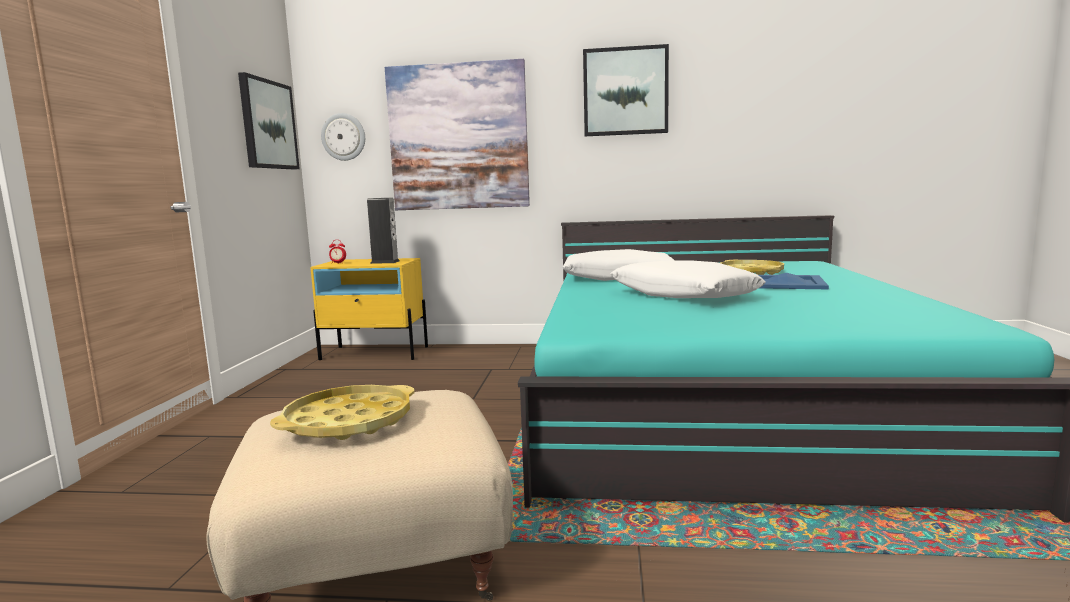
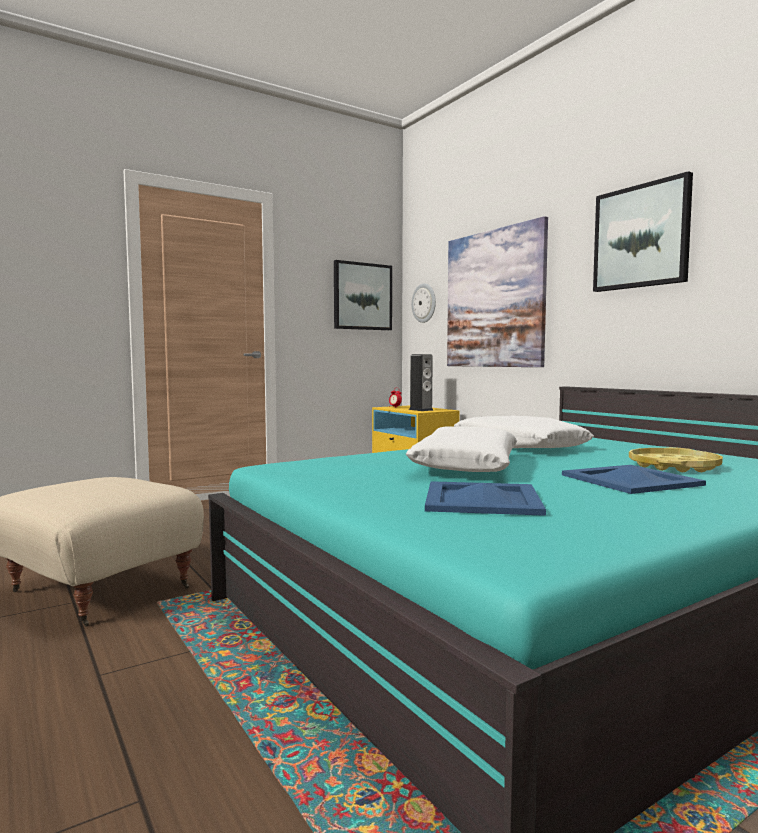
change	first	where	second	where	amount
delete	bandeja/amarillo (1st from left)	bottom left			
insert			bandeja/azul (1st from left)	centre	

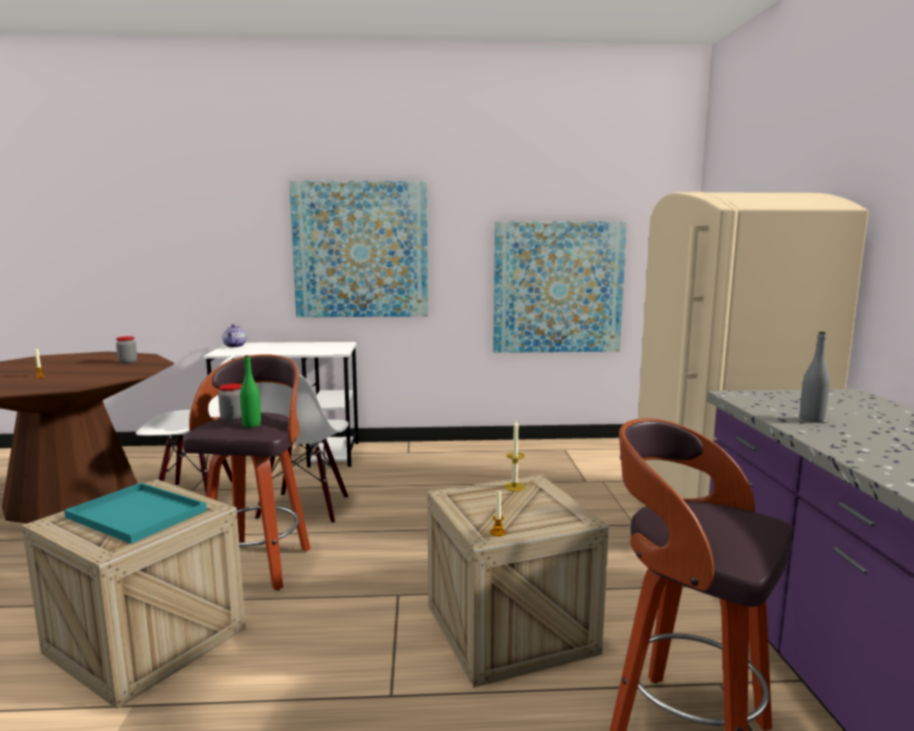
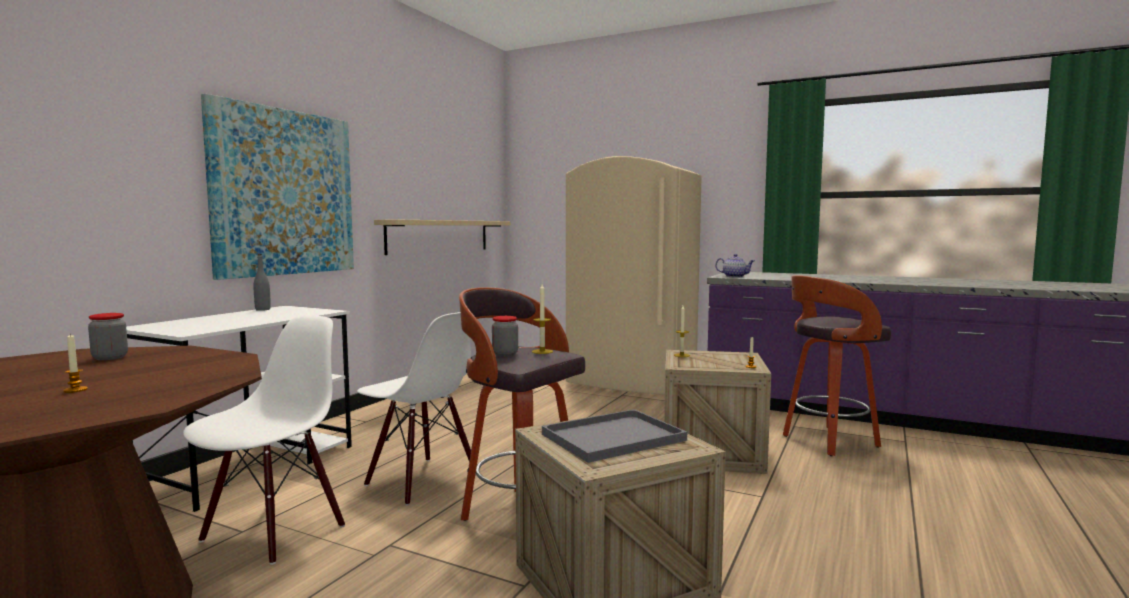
change	first	where	second	where	amount
recolor	bandeja/turquesa	bottom left	bandeja/gris	bottom centre	
move	tetera	middle left		centre	
replace	botella/verde	middle left	vela (2nd from left)	centre	
replace	cuadro (2nd from left)	centre	estante/beis	centre	
move	botella/gris	middle right		middle left	

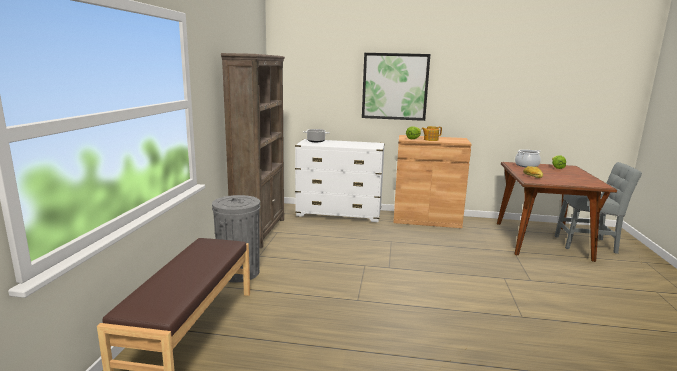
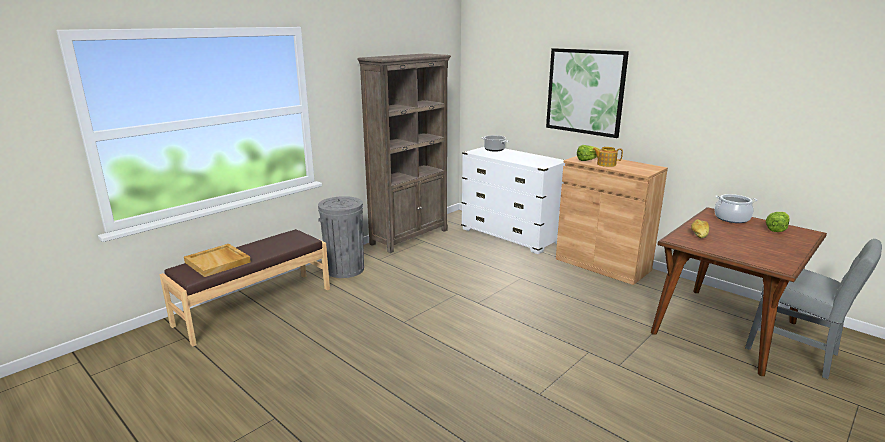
change	first	where	second	where	amount
insert			bandeja/beis	middle left	

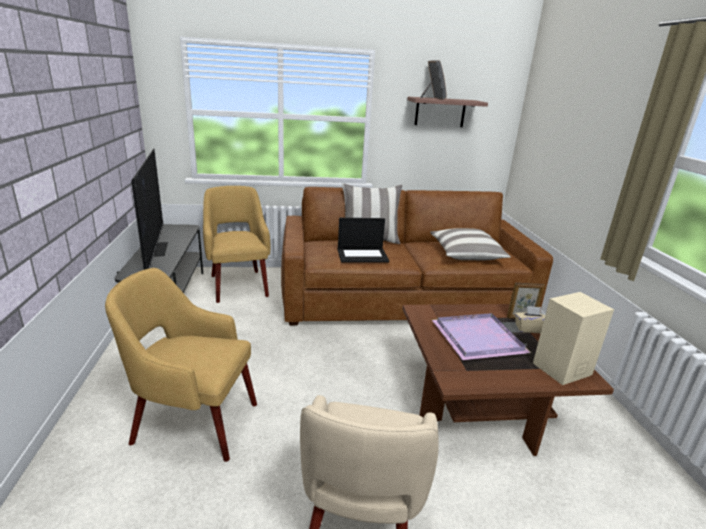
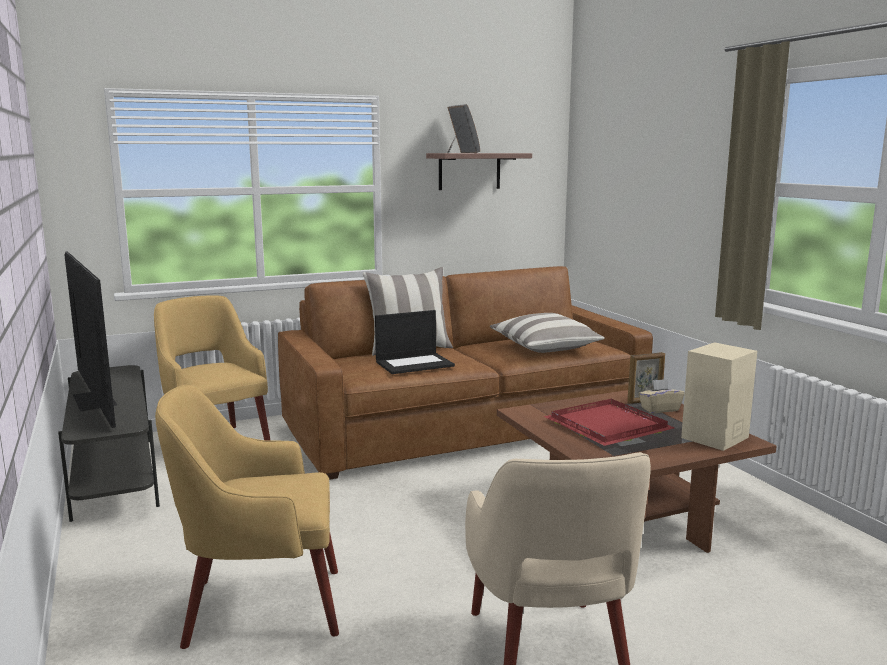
change	first	where	second	where	amount
recolor	bandeja/morado	middle right	bandeja/rojo	middle right	

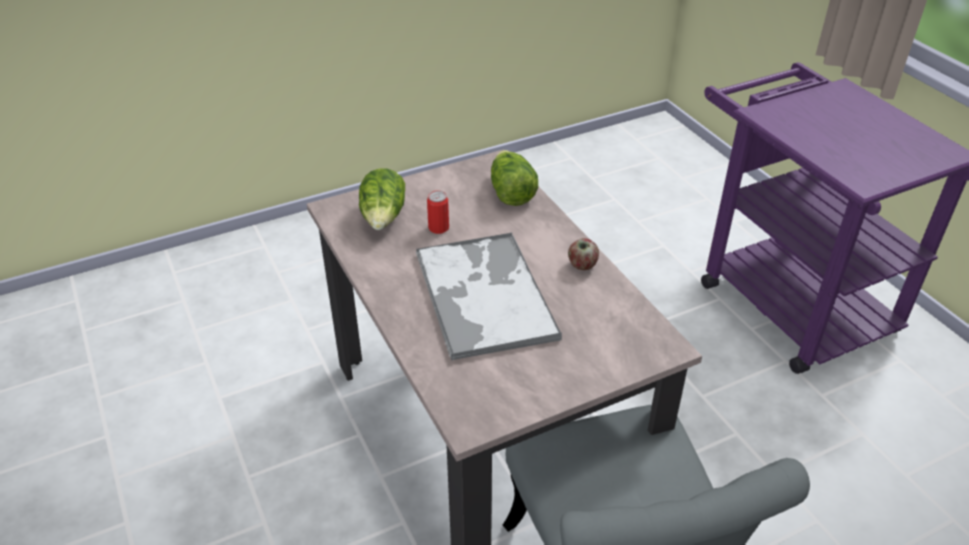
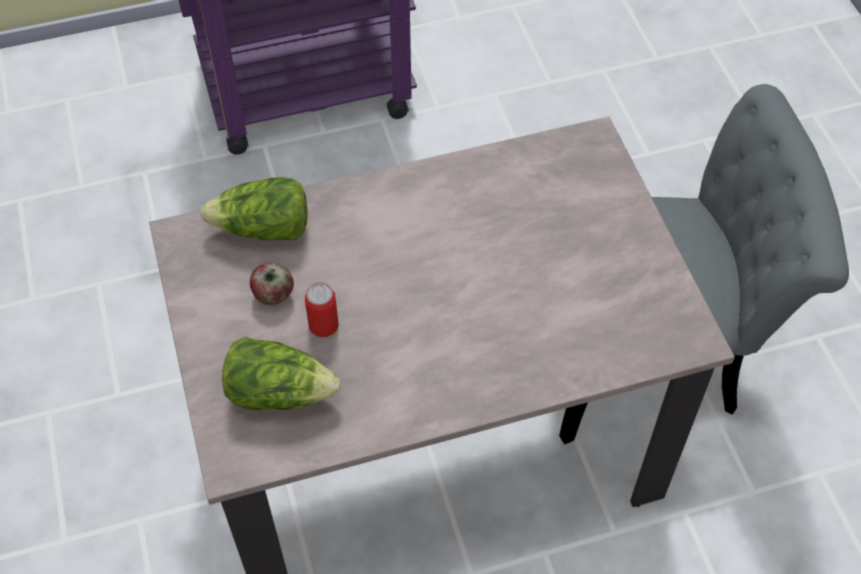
change	first	where	second	where	amount
delete	bandeja	centre			
move	manzana	centre		middle left	

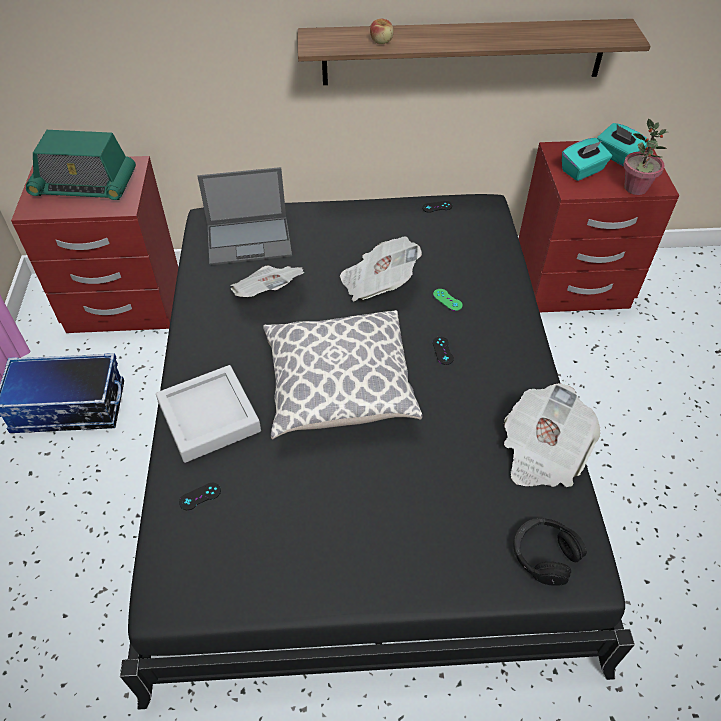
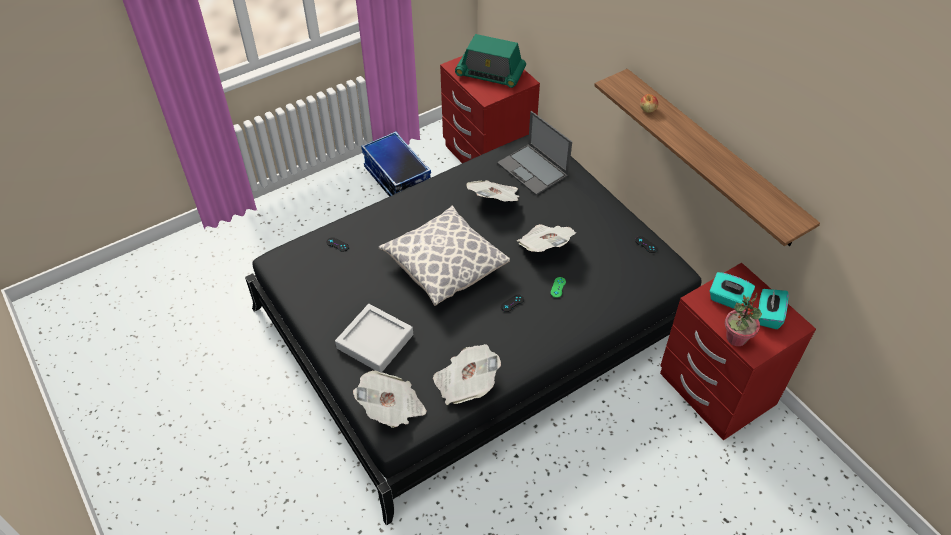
change	first	where	second	where	amount
rotate	radio	top left		top centre	45 degrees counterclockwise
move	bandeja/gris	middle left		centre	
replace	auriculares/negro	bottom right	periódico (1st from left)	bottom centre	

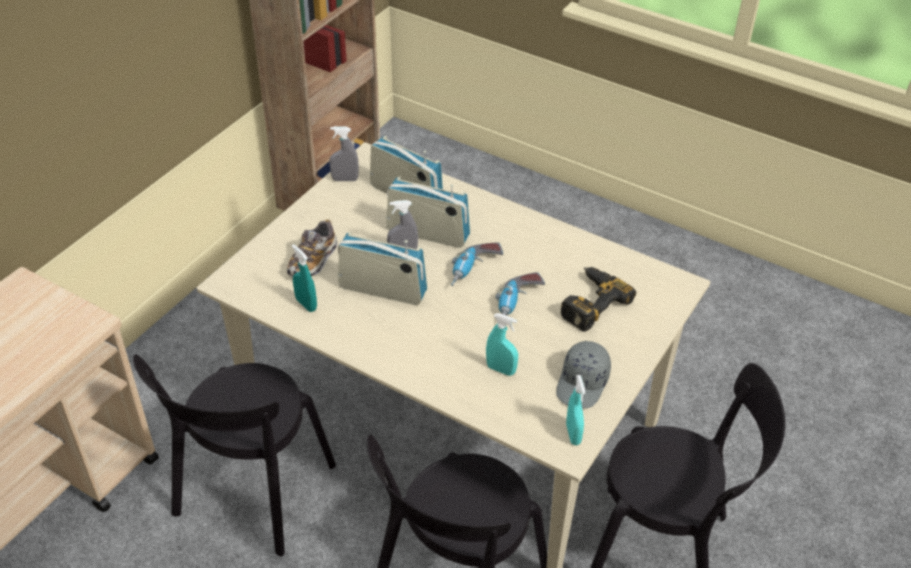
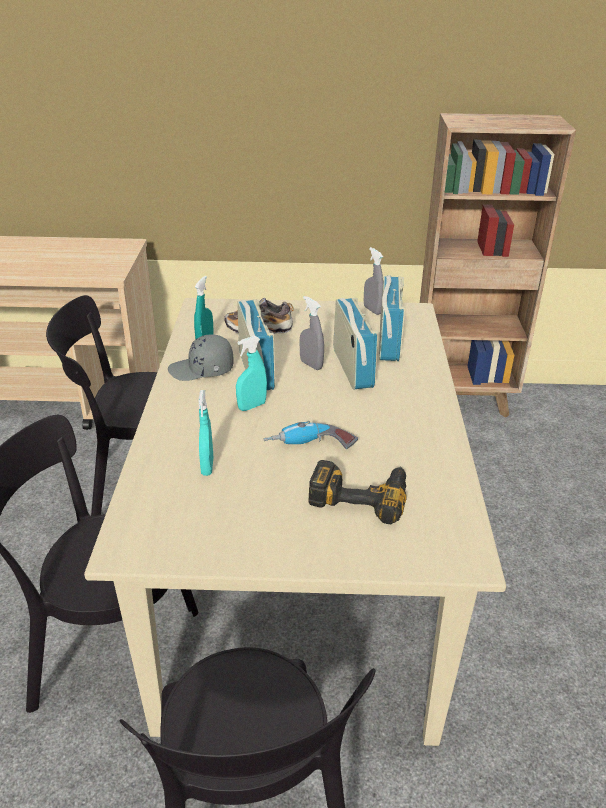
change	first	where	second	where	amount
delete	taladro (1st from left)	centre			
move	gorra/gris	centre		middle left	
move	pulverizador/turquesa (3rd from left)	bottom centre		centre	

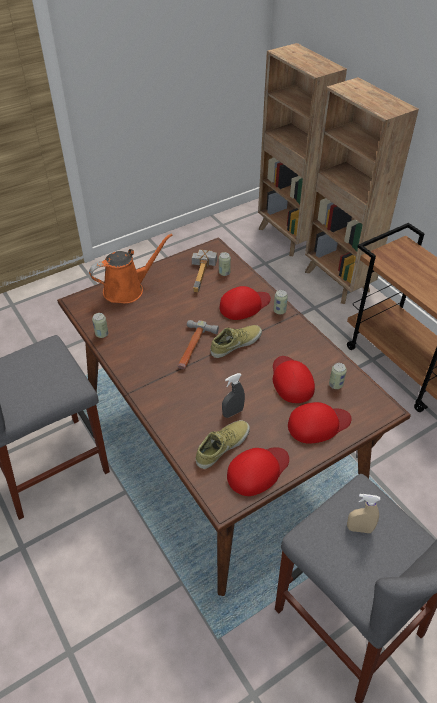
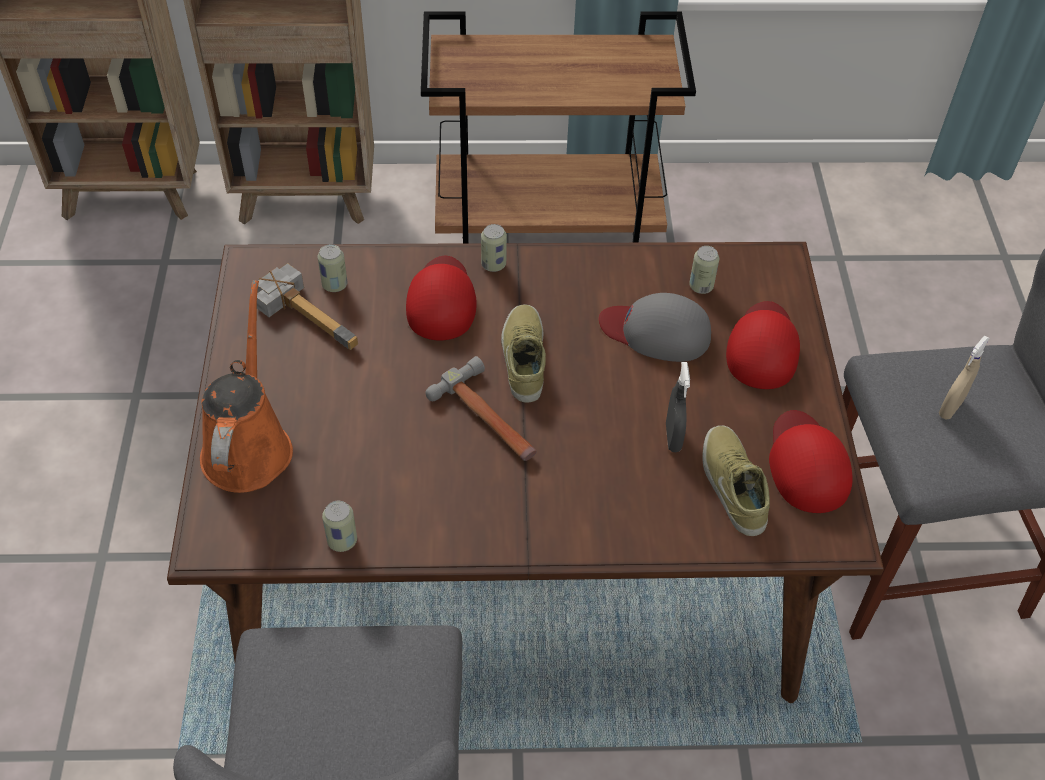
change	first	where	second	where	amount
recolor	gorra/rojo (3rd from left)	middle right	gorra/gris	centre	

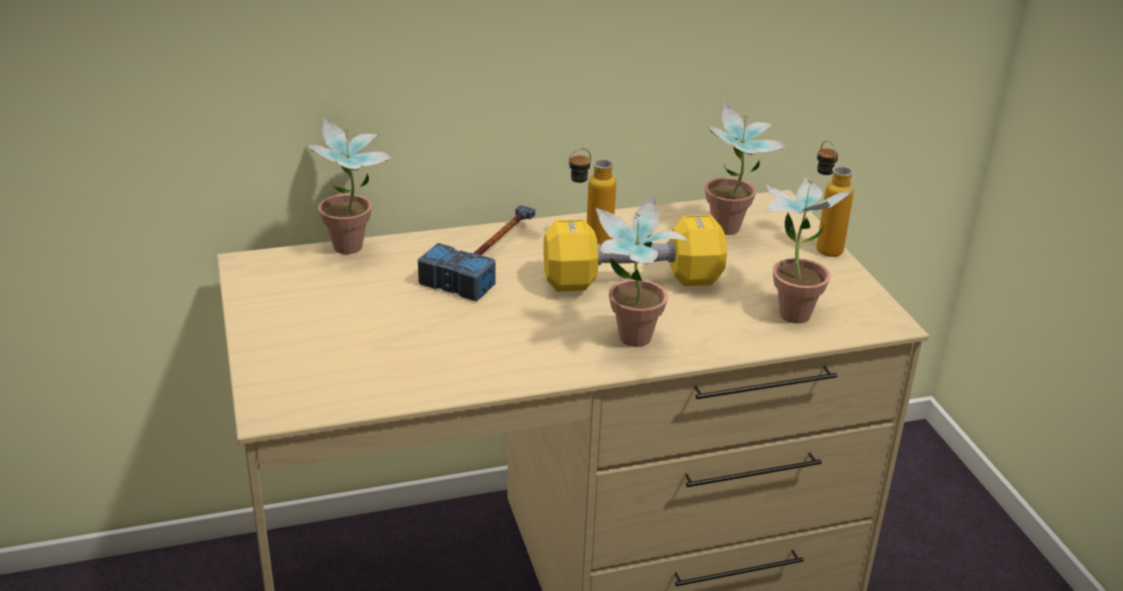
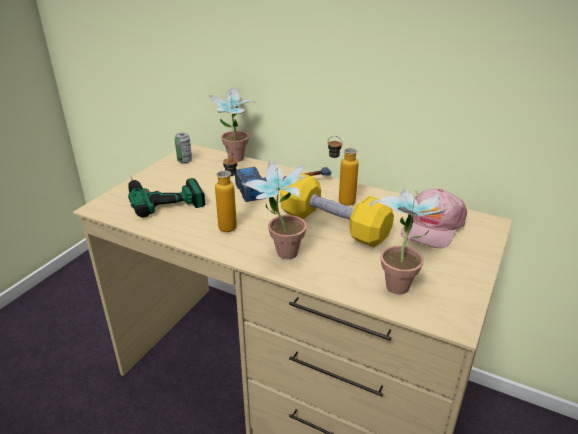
change	first	where	second	where	amount
replace	planta en maceta (3rd from left)	top centre	gorra/rosa	middle right	
move	botella (2nd from left in the first image)	middle right	botella (1st from left)	centre	
insert			taladro	middle left	
insert			lata	middle left	

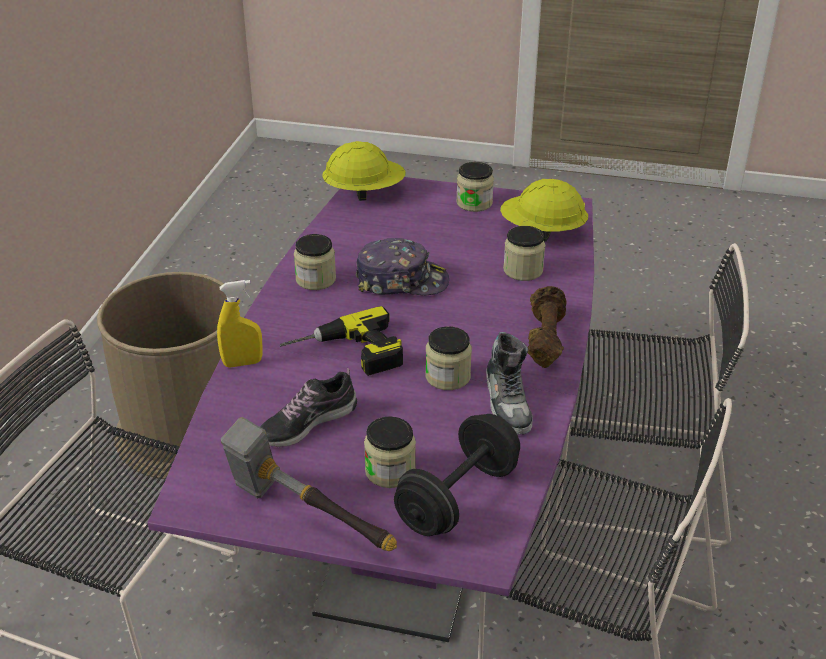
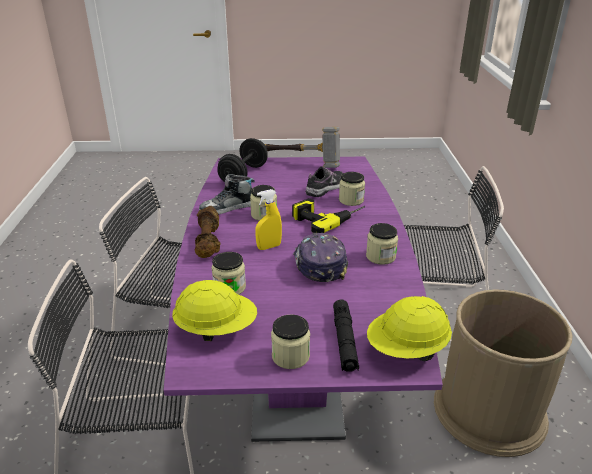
change	first	where	second	where	amount
move	pulverizador/amarillo	middle left		centre	
rotate	gorra	centre		centre	90 degrees clockwise
move	tarro (2nd from left in the first image)	bottom centre	tarro (4th from left)	centre	
rotate	zapato (2nd from left in the first image)	centre	zapato (1st from left)	centre	90 degrees counterclockwise
insert			linterna/negro	bottom centre	

